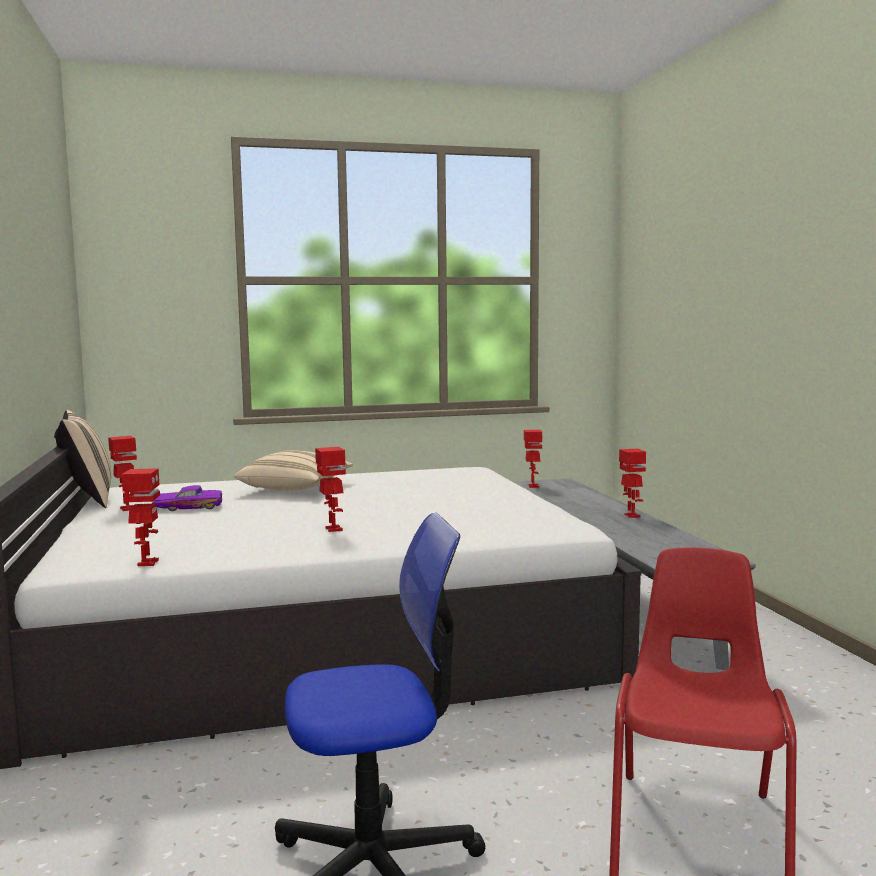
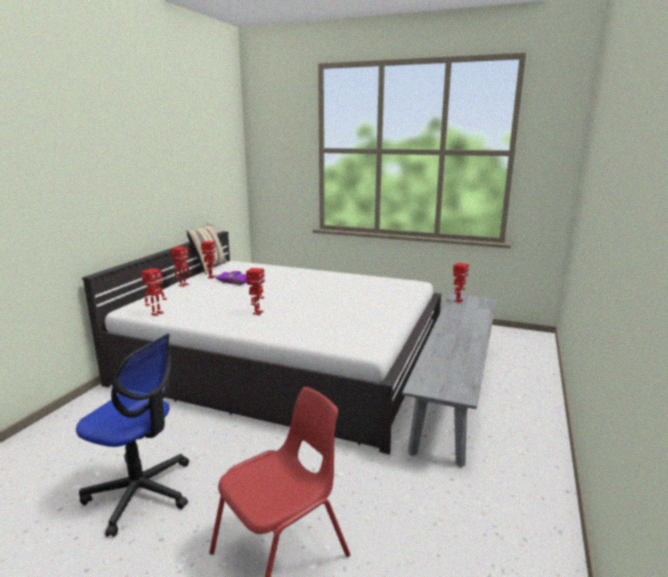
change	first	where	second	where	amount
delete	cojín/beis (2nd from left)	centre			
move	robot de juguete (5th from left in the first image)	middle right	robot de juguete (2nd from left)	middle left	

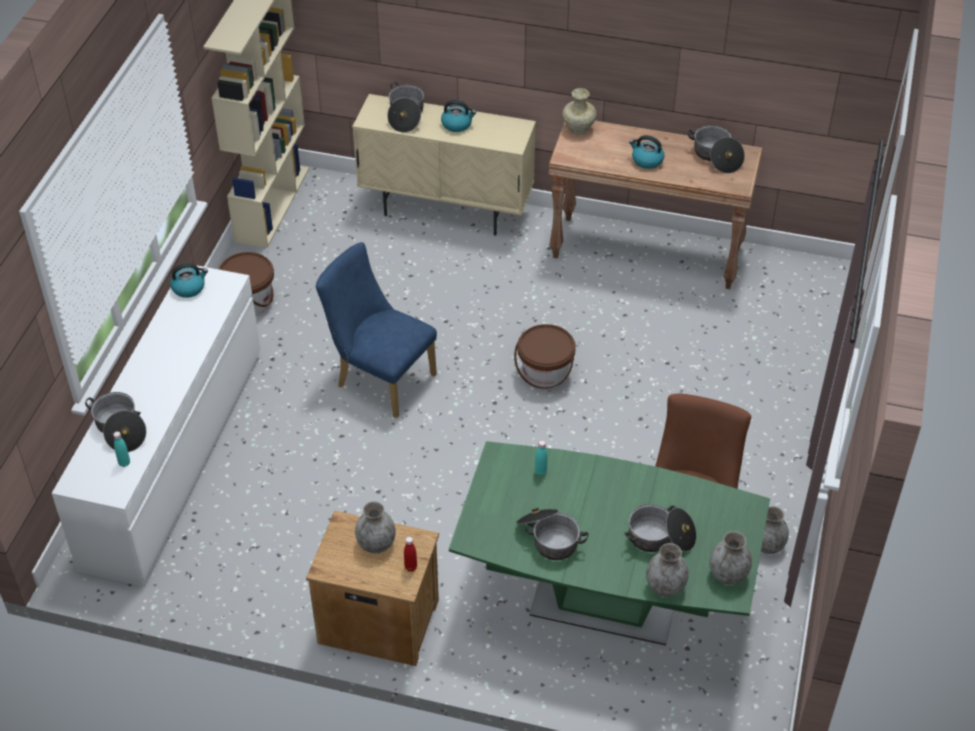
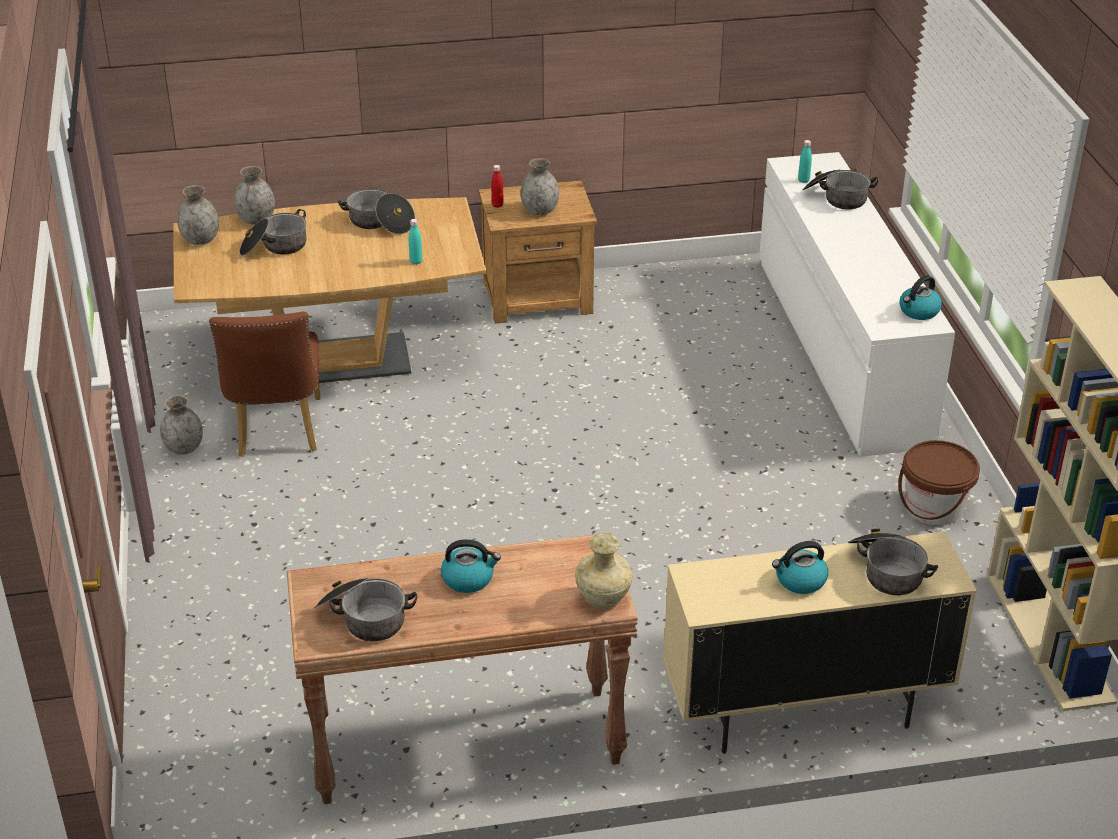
change	first	where	second	where	amount
delete	silla/azul	centre			
recolor	mesa de comedor/verde	bottom centre	mesa de comedor/marrón	middle left	
delete	cubo/marrón (2nd from left)	centre			

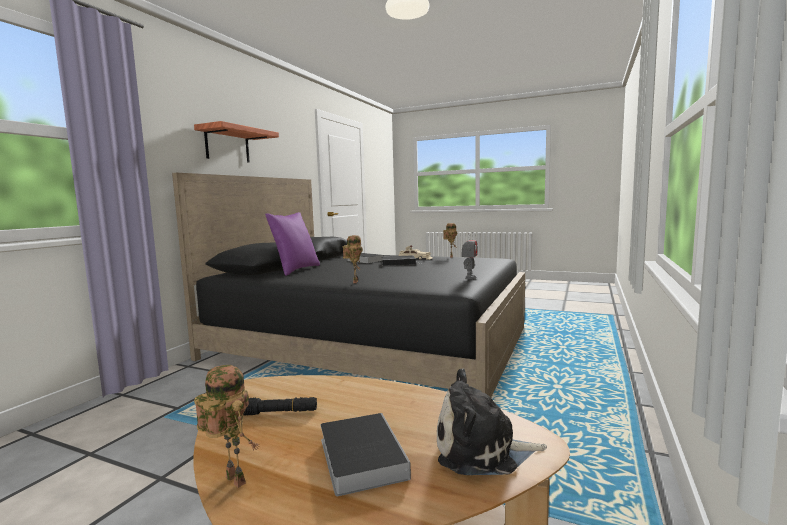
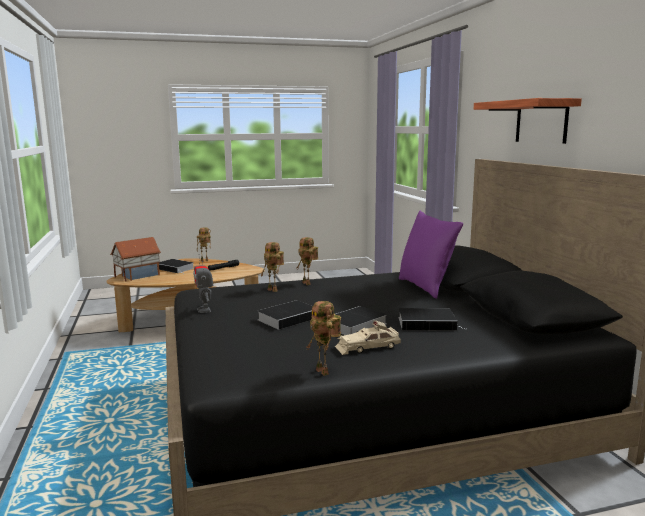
change	first	where	second	where	amount
replace	peluche	bottom centre	casita	middle left	
insert			libro (2nd from left)	centre	
insert			robot de juguete (3rd from left)	centre	

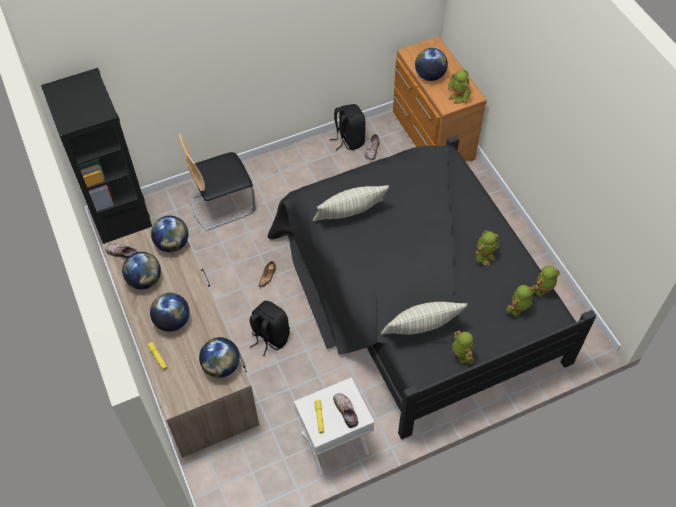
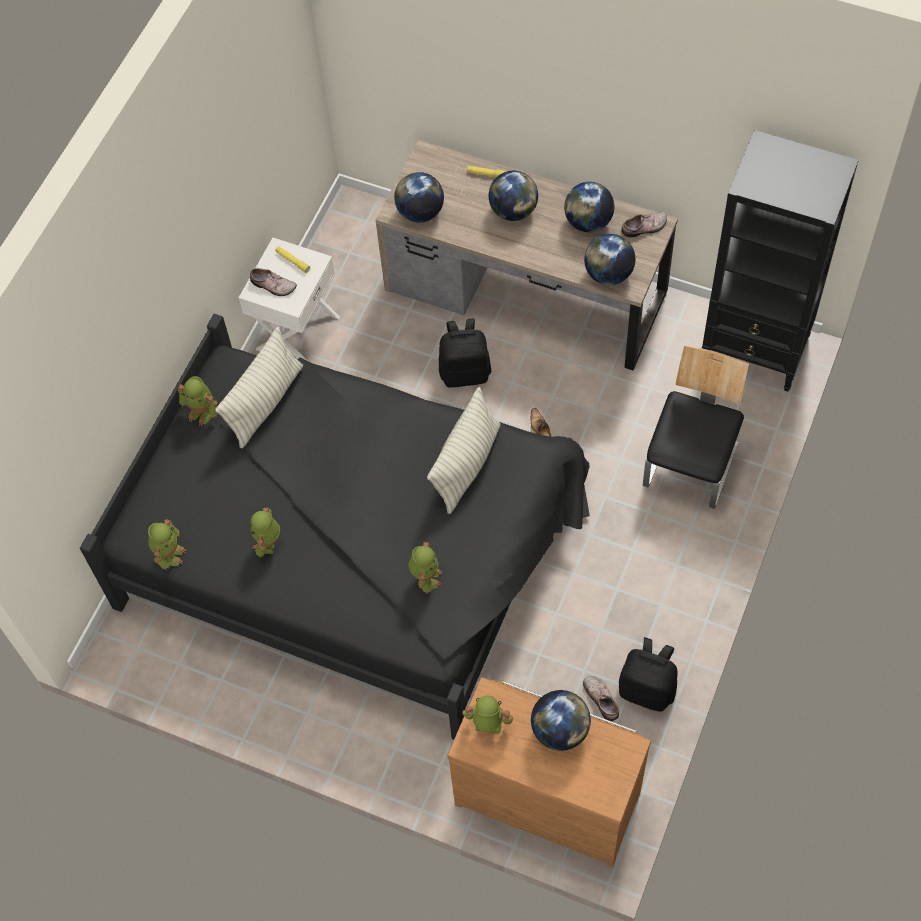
change	first	where	second	where	amount
move	robot de juguete (4th from left)	middle right		centre	

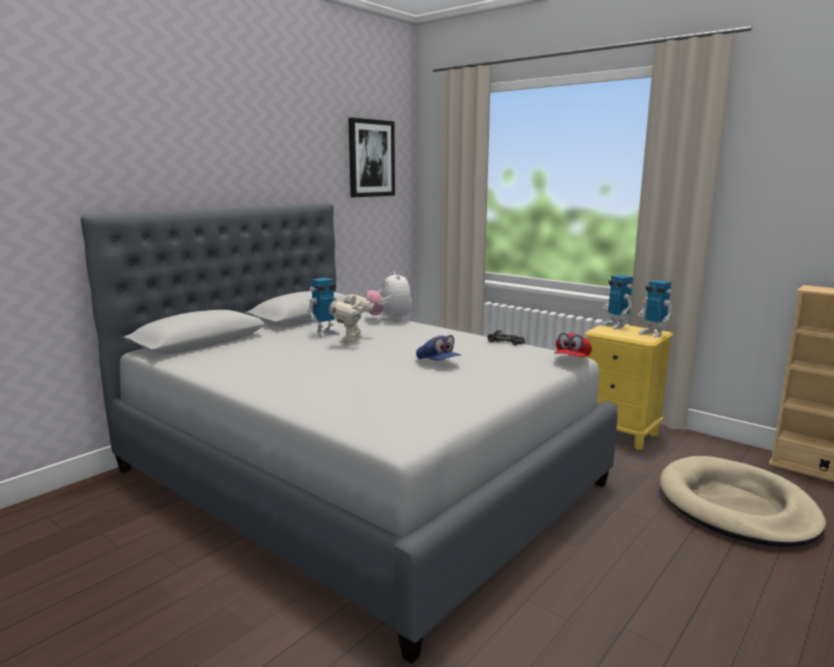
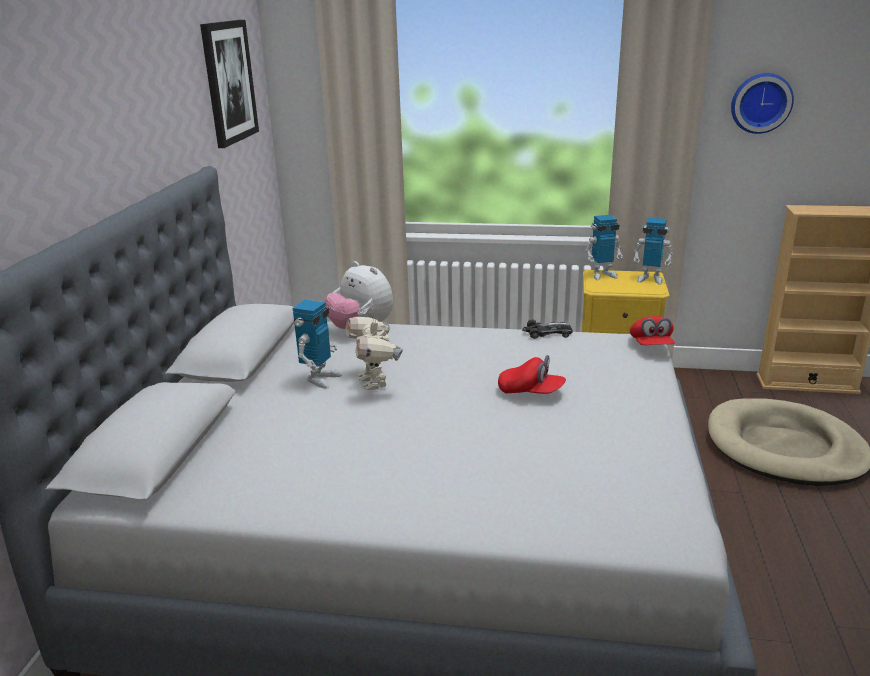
change	first	where	second	where	amount
recolor	gorra/azul	centre	gorra/rojo (1st from left)	centre	
rotate	robot de juguete (3rd from left)	middle right		middle right	45 degrees counterclockwise
insert			reloj de pared	top right	

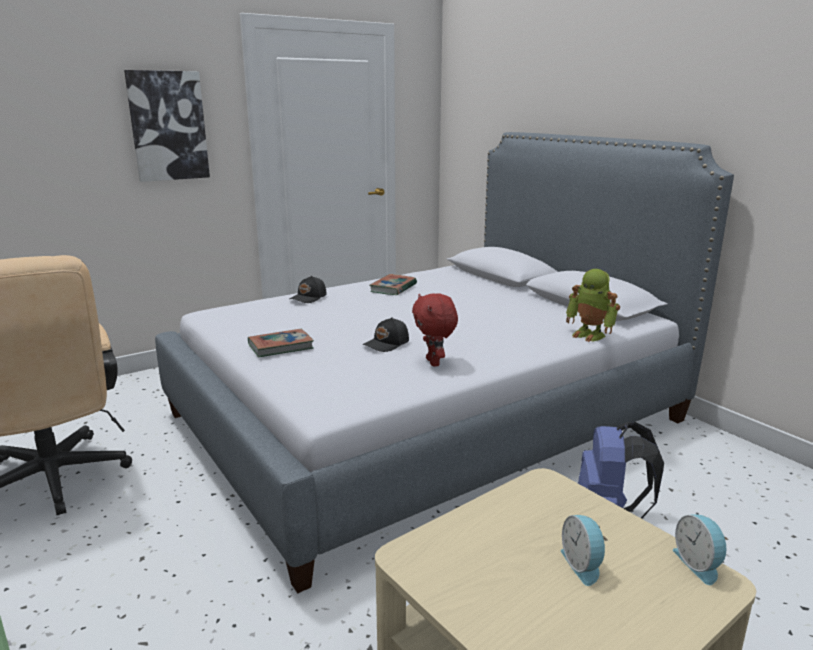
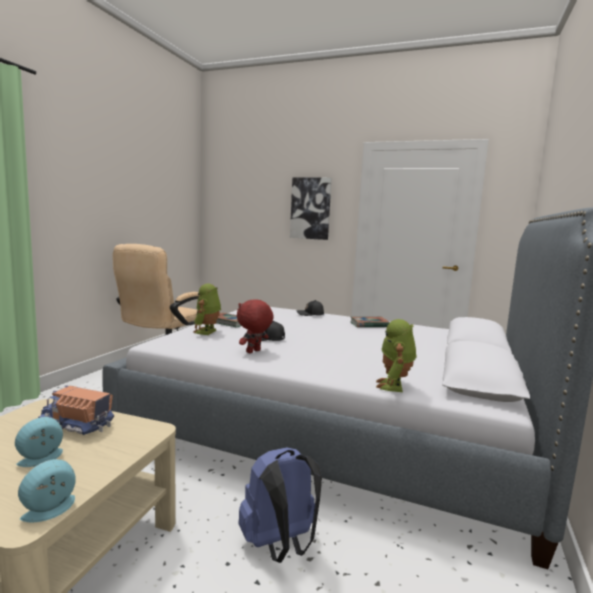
change	first	where	second	where	amount
insert			camión de juguete	bottom left	
insert			robot de juguete (1st from left)	centre	

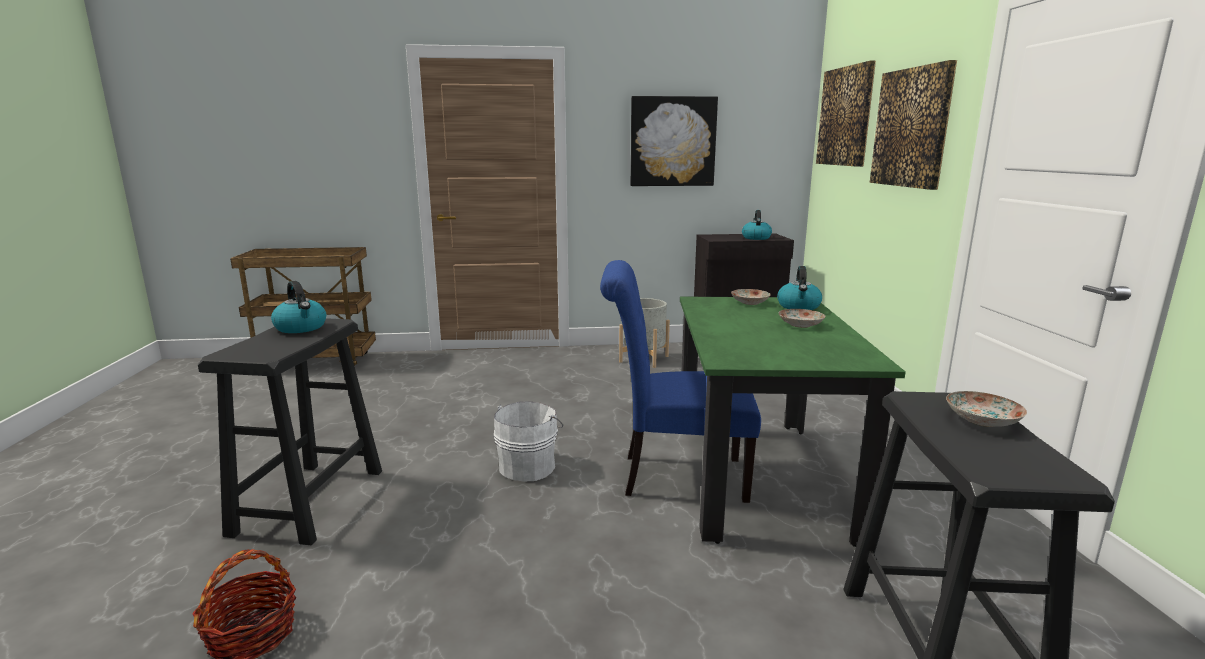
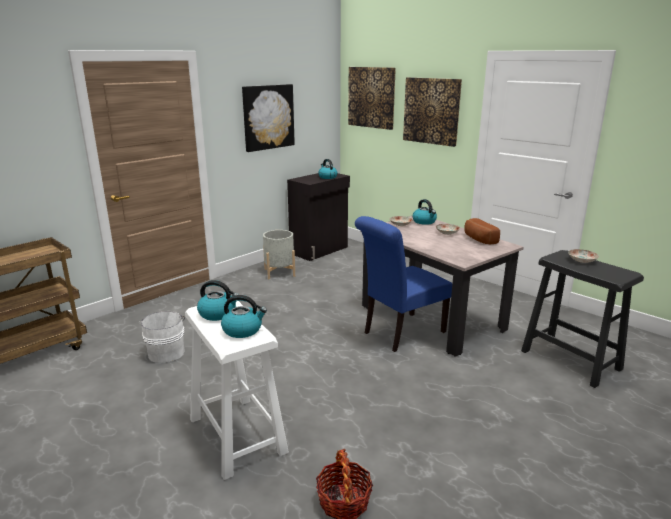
change	first	where	second	where	amount
recolor	taburete/negro (1st from left)	middle left	taburete/blanco	bottom centre	
move	cubo/blanco	bottom centre		middle left	
recolor	mesa de comedor/verde	centre	mesa de comedor/beis	centre	
insert			hervidor (2nd from left)	centre	
insert			pan	middle right	

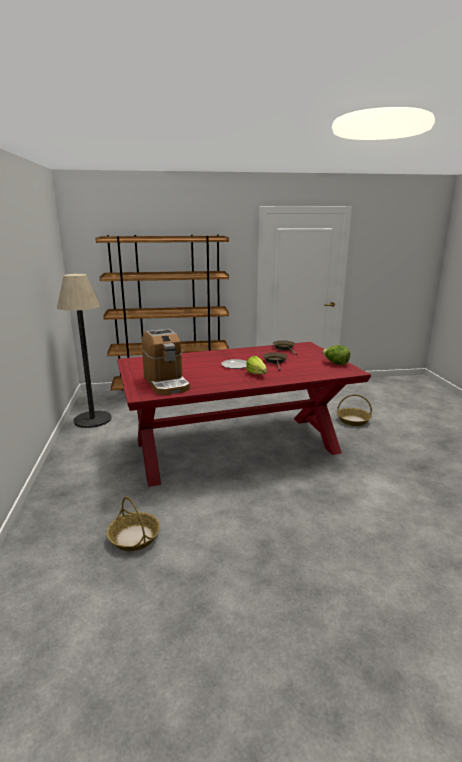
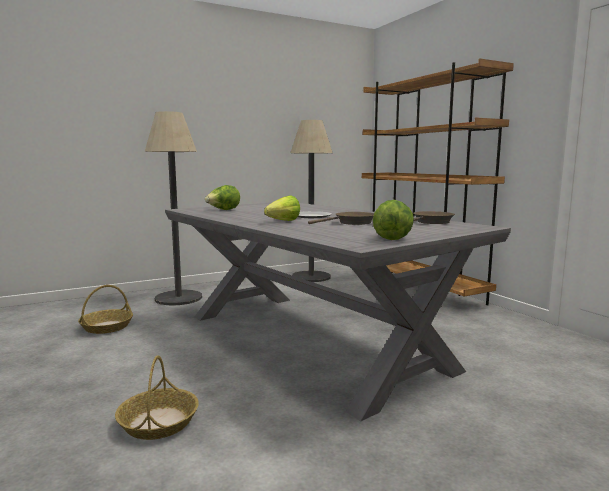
change	first	where	second	where	amount
recolor	mesa de comedor/rojo	centre	mesa de comedor/gris	centre	
replace	cafetera	centre	lechuga (1st from left)	centre	
move	cesta (2nd from left)	middle right		bottom left	
insert			lámpara de pie (1st from left)	middle left	

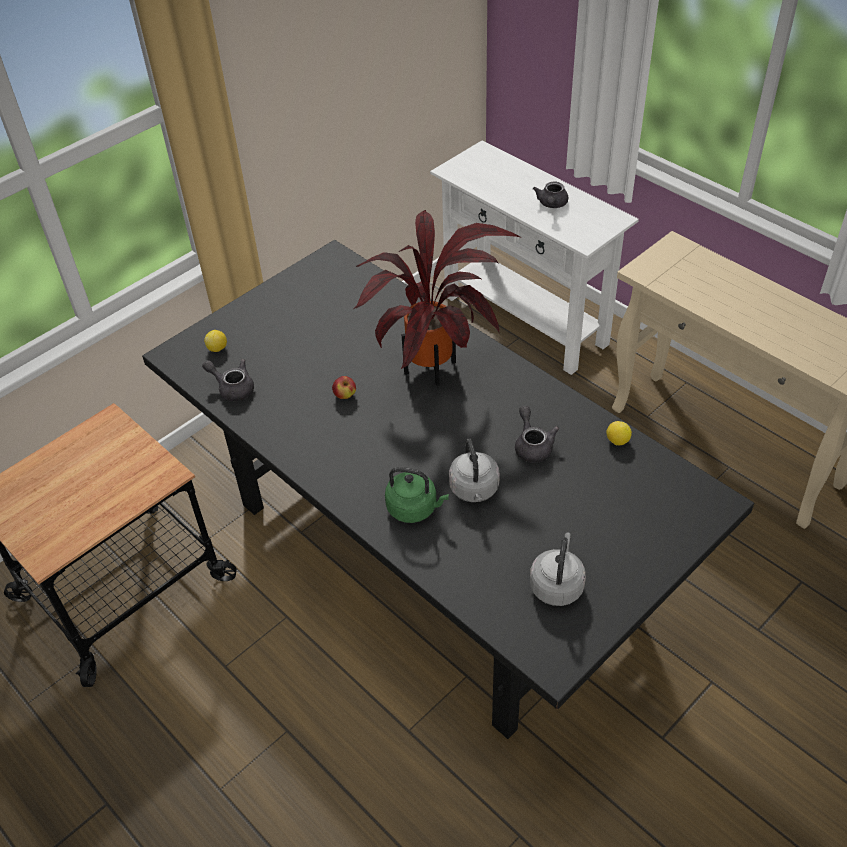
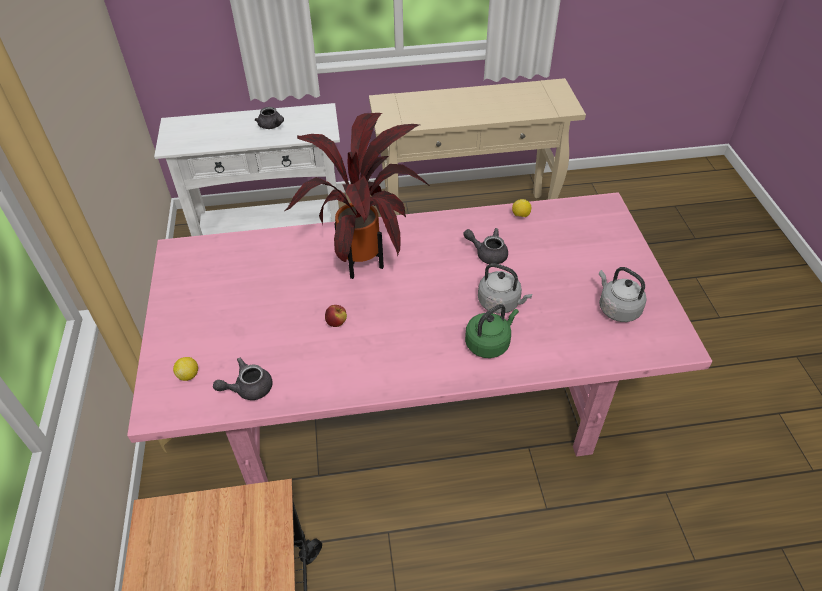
change	first	where	second	where	amount
recolor	mesa de comedor/negro	centre	mesa de comedor/rosa	centre	

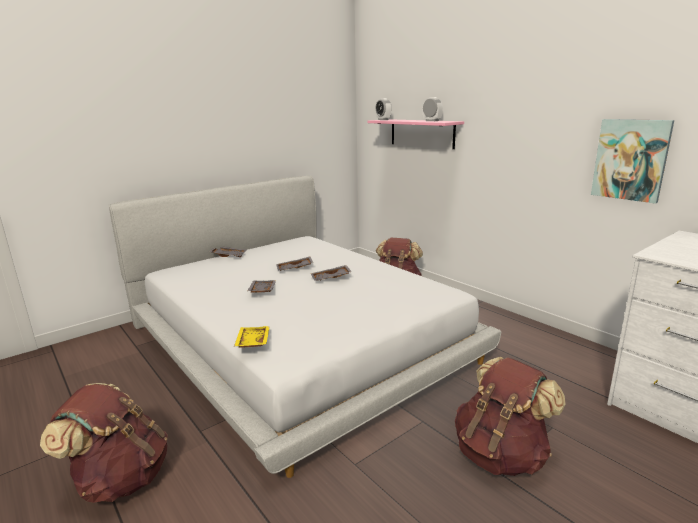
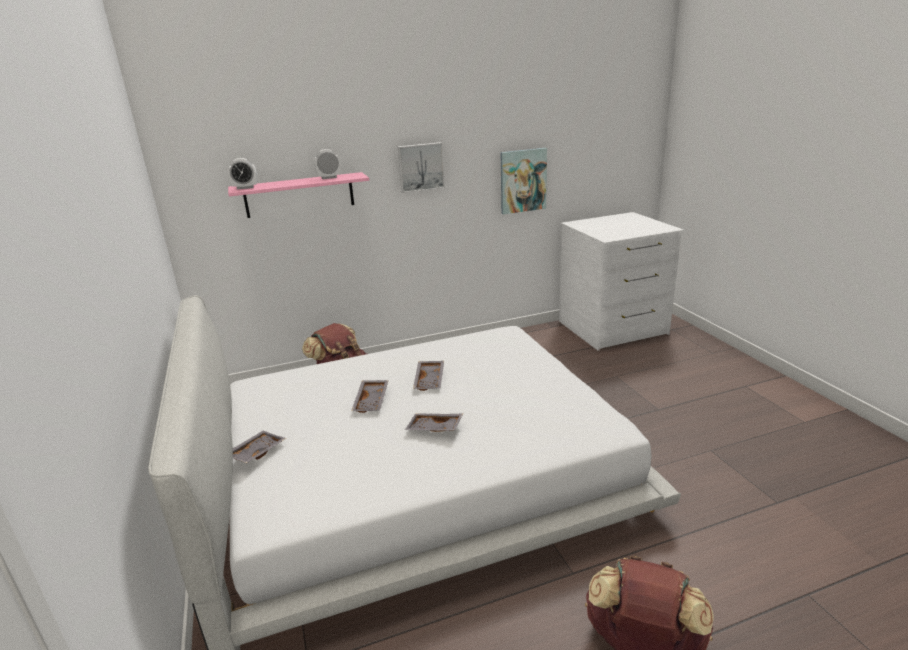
change	first	where	second	where	amount
delete	bandeja/amarillo	centre			
delete	mochila/marrón (3rd from left)	bottom right			
insert			cuadro (1st from left)	top centre	

